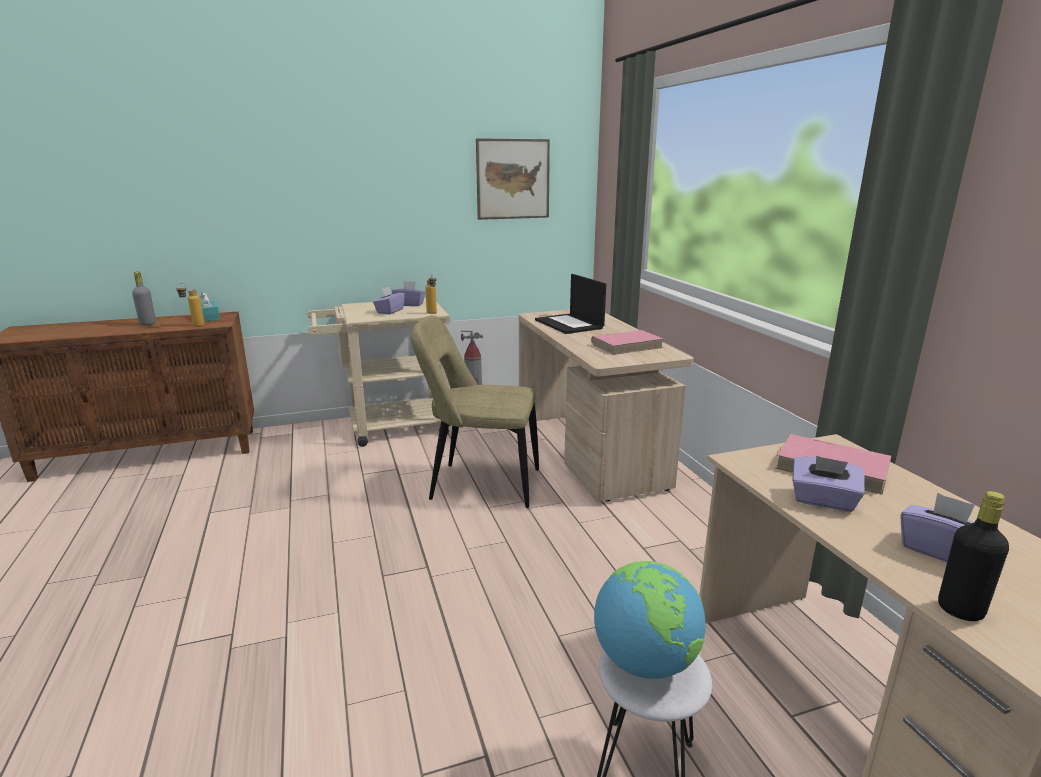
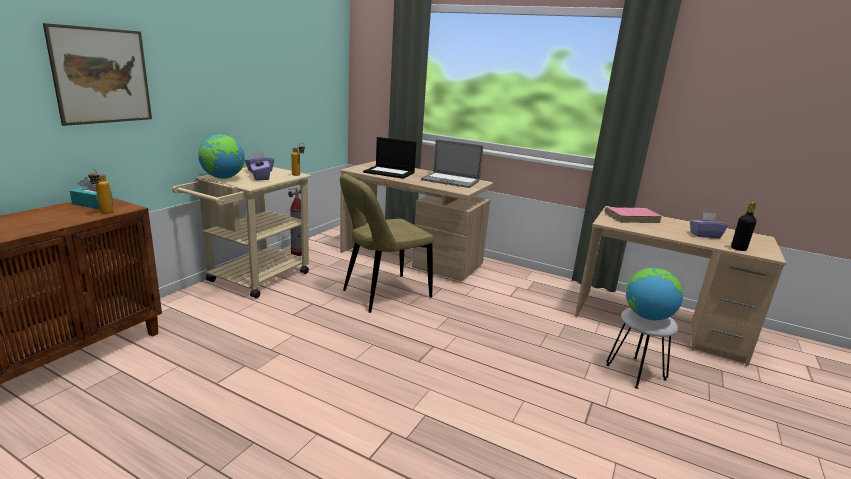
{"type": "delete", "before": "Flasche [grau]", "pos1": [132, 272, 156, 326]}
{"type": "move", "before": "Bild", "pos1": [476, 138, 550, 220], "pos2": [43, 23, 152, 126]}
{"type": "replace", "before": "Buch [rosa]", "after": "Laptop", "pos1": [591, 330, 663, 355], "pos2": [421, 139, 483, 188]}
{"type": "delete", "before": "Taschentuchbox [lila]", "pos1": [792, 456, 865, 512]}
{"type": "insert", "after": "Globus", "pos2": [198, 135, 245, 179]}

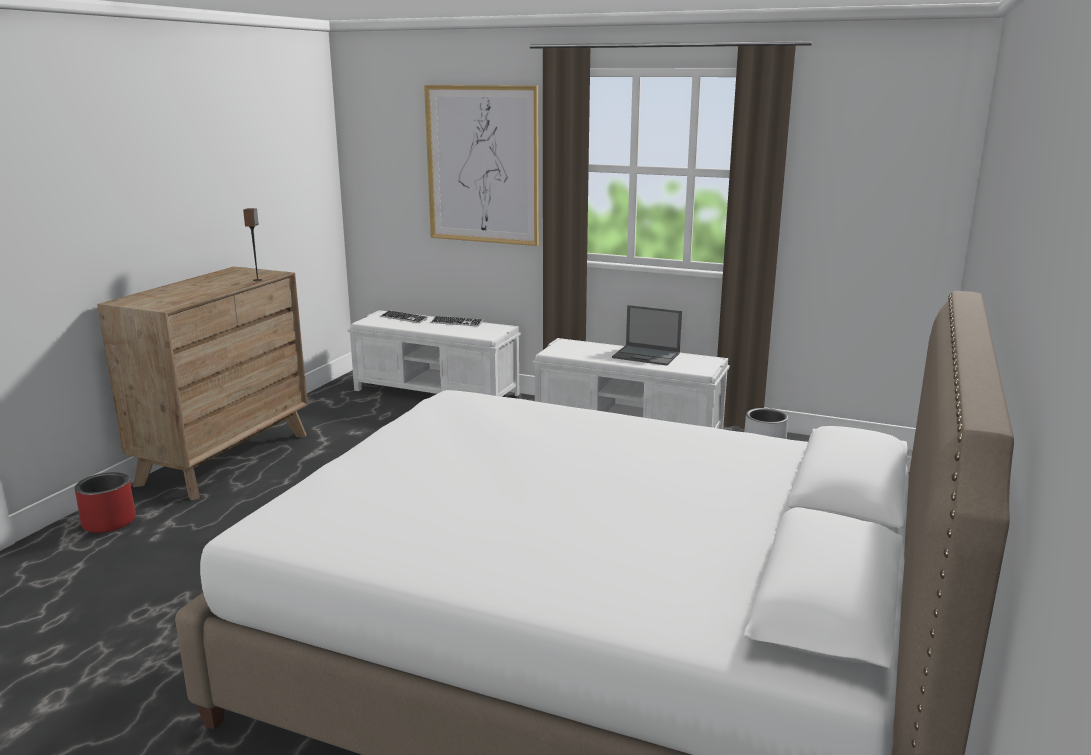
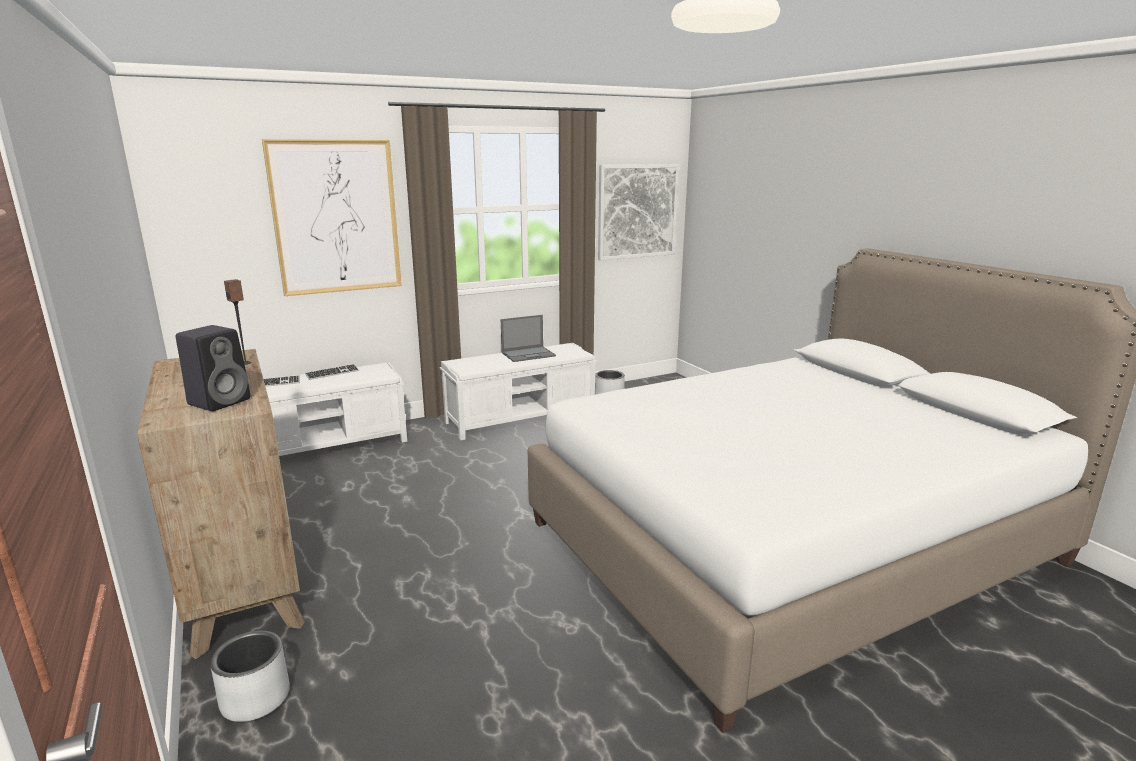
{"type": "recolor", "before": "Pflanzkübel [rot]", "after": "Pflanzkübel [grau]", "pos1": [75, 472, 136, 533], "pos2": [210, 630, 289, 722]}
{"type": "insert", "after": "Lautsprecher [schwarz]", "pos2": [176, 325, 250, 411]}
{"type": "insert", "after": "Bild", "pos2": [598, 164, 679, 261]}

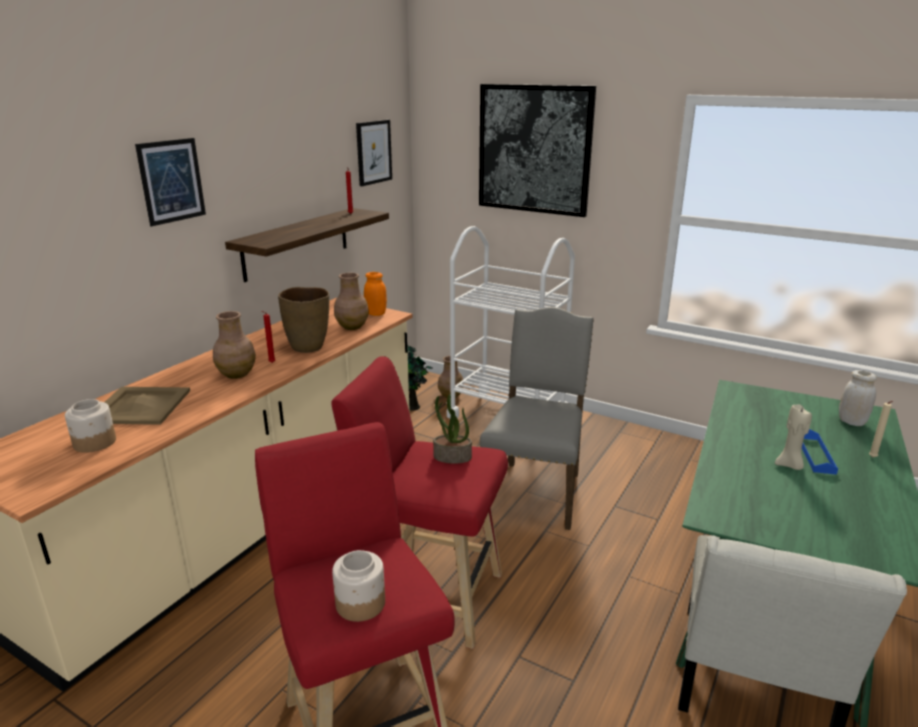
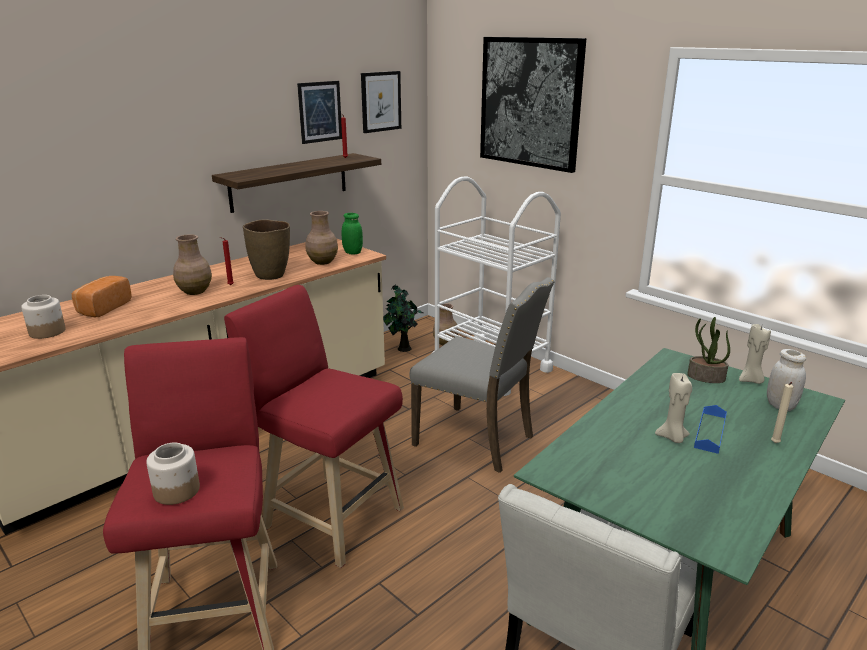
{"type": "replace", "before": "Tablett [beige]", "after": "Brot", "pos1": [105, 387, 190, 425], "pos2": [72, 276, 132, 317]}
{"type": "move", "before": "Bild", "pos1": [135, 138, 206, 226], "pos2": [297, 81, 342, 144]}
{"type": "recolor", "before": "Vorratsglas [orange]", "after": "Vorratsglas [grün]", "pos1": [364, 272, 387, 316], "pos2": [342, 213, 363, 255]}
{"type": "move", "before": "Topfpflanze", "pos1": [433, 394, 472, 464], "pos2": [687, 317, 730, 383]}
{"type": "rotate", "before": "Stuhl [grau]", "pos1": [480, 307, 594, 530], "pos2": [409, 277, 555, 473], "turn": 90}
{"type": "insert", "after": "Kerze [beige]", "pos2": [739, 324, 771, 384]}

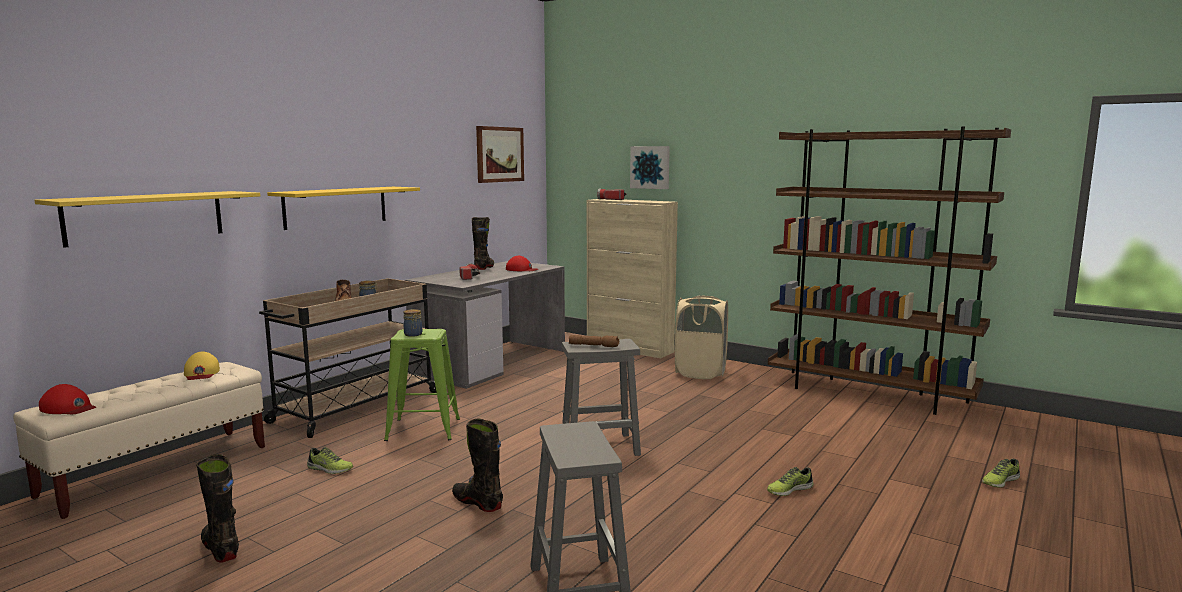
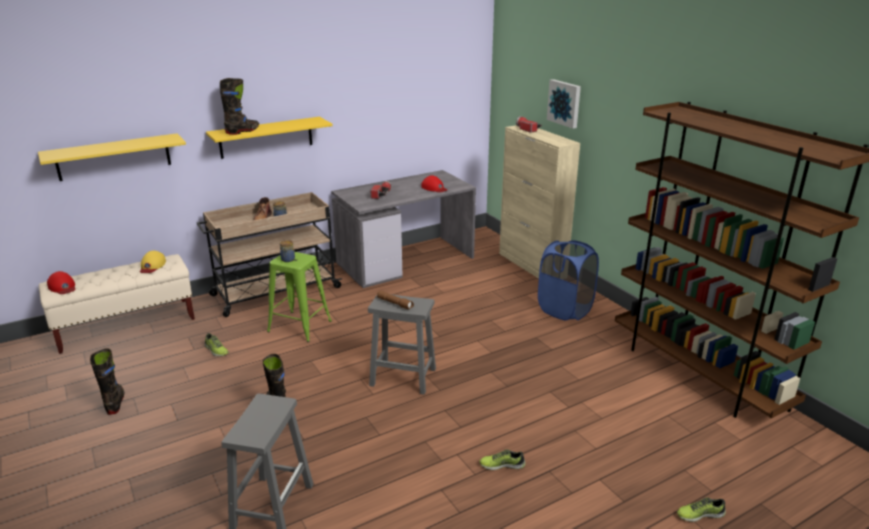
{"type": "move", "before": "Stiefel [schwarz]", "pos1": [472, 217, 494, 270], "pos2": [220, 78, 259, 135]}
{"type": "delete", "before": "Bild", "pos1": [476, 126, 524, 183]}
{"type": "recolor", "before": "Wäschekorb [beige]", "after": "Wäschekorb [blau]", "pos1": [675, 296, 728, 379], "pos2": [538, 240, 599, 321]}

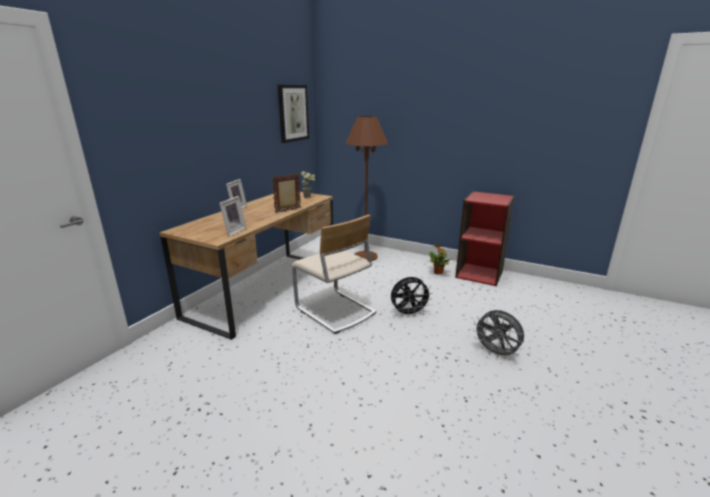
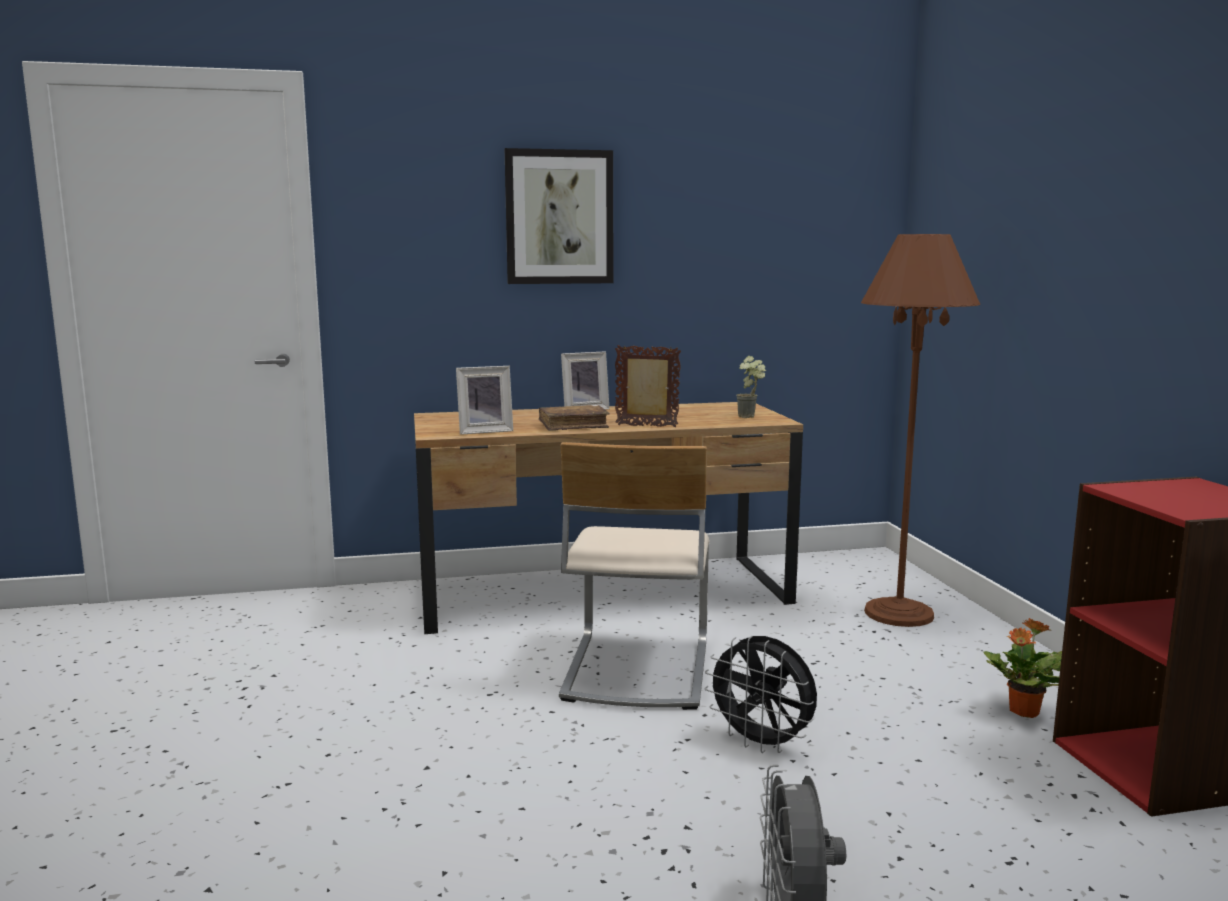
{"type": "move", "before": "Bild", "pos1": [278, 85, 309, 143], "pos2": [505, 148, 613, 284]}
{"type": "insert", "after": "Buch [braun]", "pos2": [539, 405, 610, 431]}

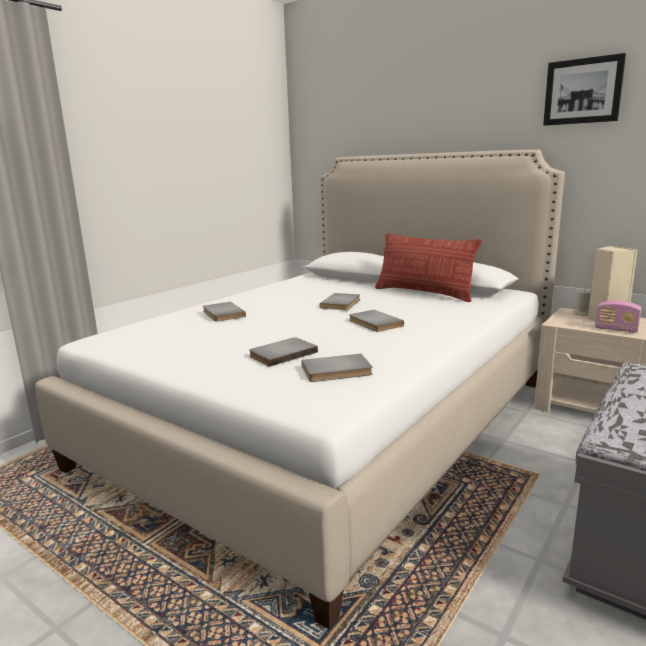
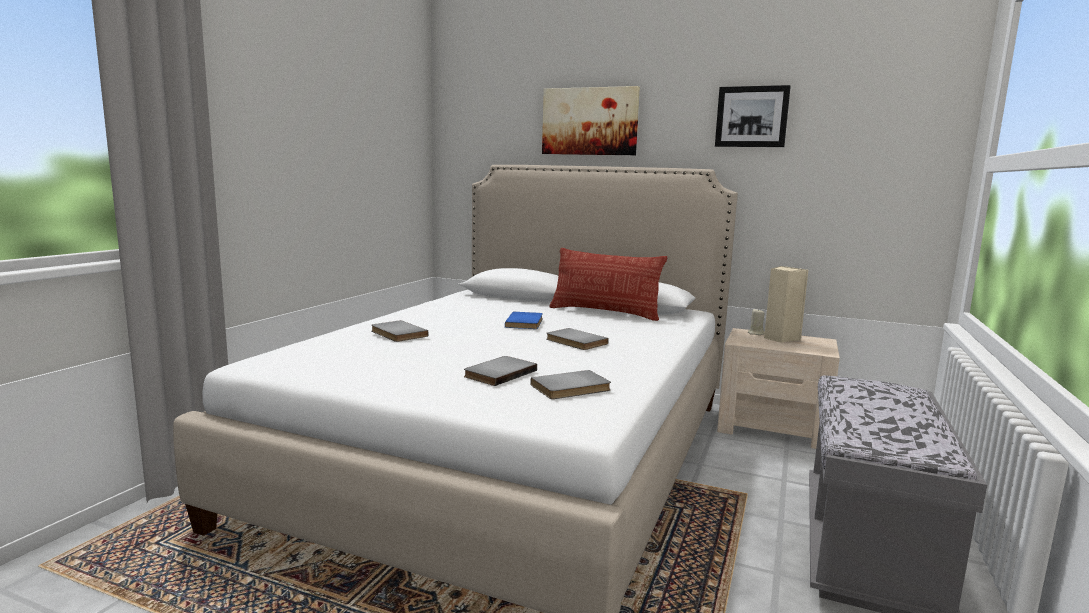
{"type": "recolor", "before": "Buch [grau]", "after": "Buch [blau]", "pos1": [320, 293, 360, 310], "pos2": [505, 312, 543, 329]}
{"type": "delete", "before": "Radio", "pos1": [595, 300, 641, 333]}
{"type": "insert", "after": "Bild", "pos2": [542, 86, 640, 155]}

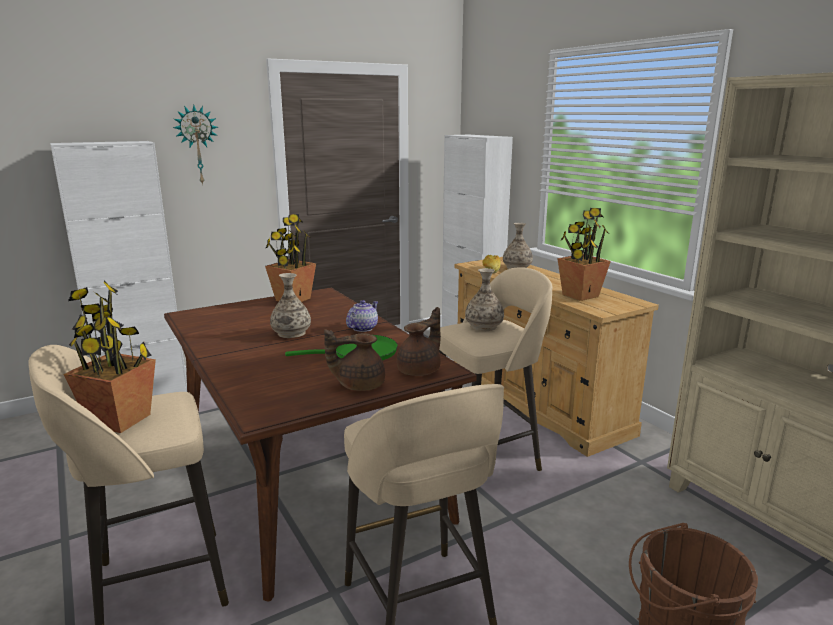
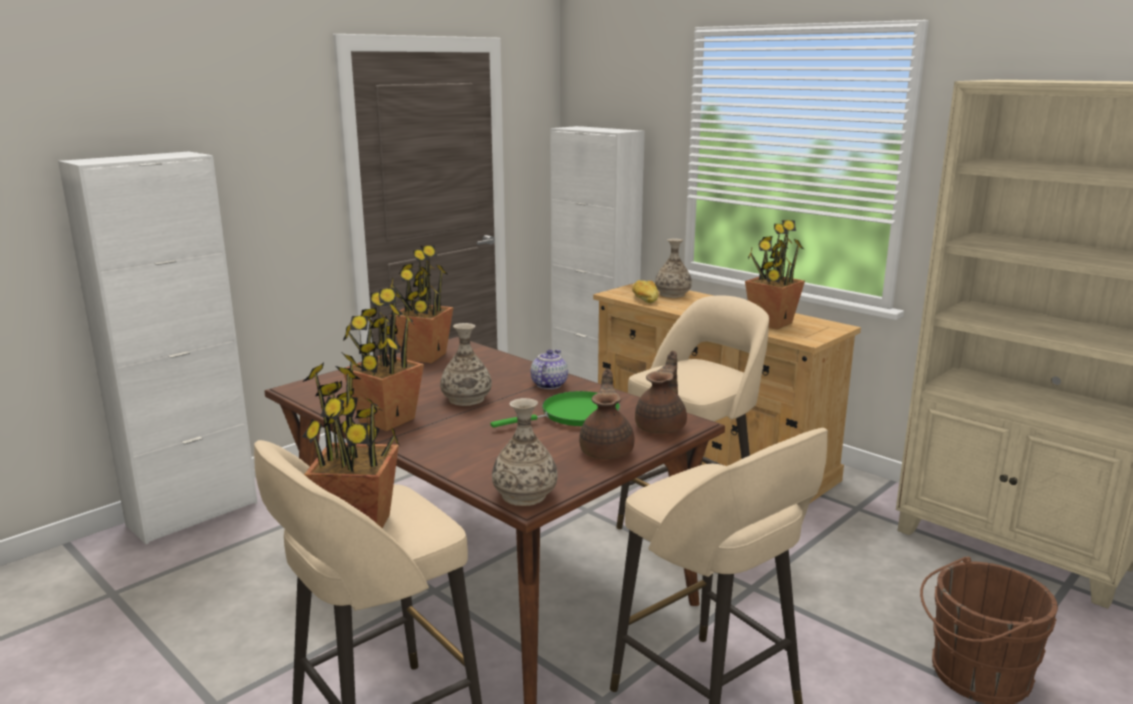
{"type": "delete", "before": "Wanduhr", "pos1": [173, 105, 218, 185]}
{"type": "rotate", "before": "Teekanne [braun]", "pos1": [324, 329, 385, 390], "pos2": [579, 369, 634, 459], "turn": 120}
{"type": "move", "before": "Vase", "pos1": [465, 268, 504, 331], "pos2": [492, 398, 558, 506]}
{"type": "insert", "after": "Topfpflanze", "pos2": [342, 286, 424, 431]}

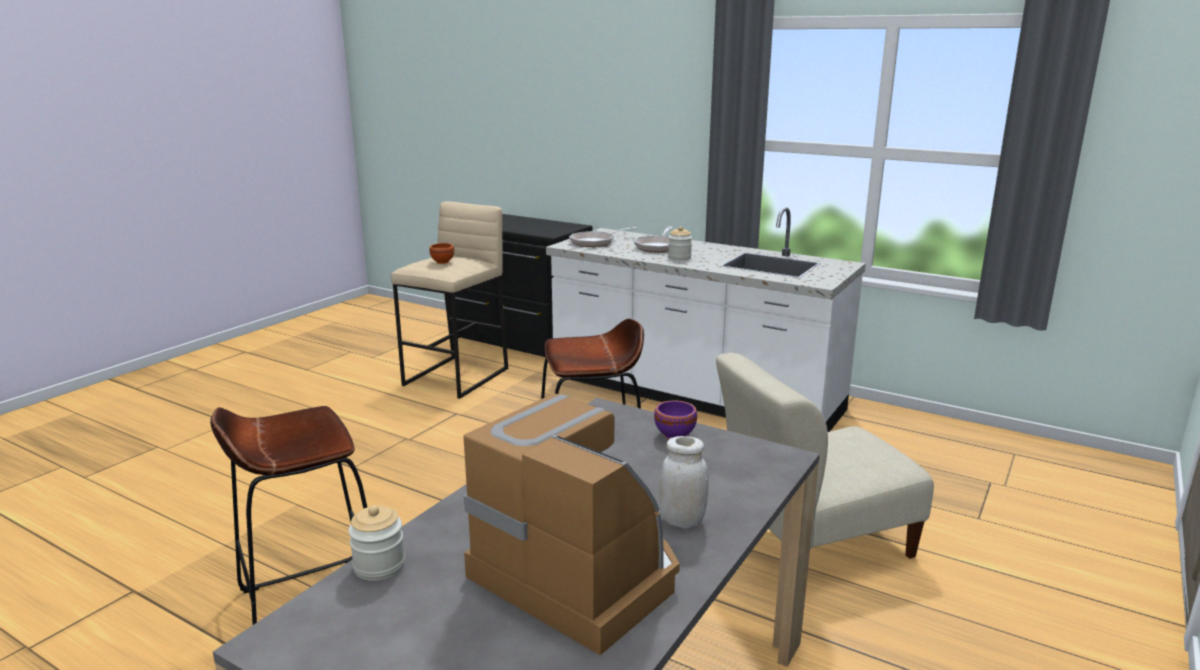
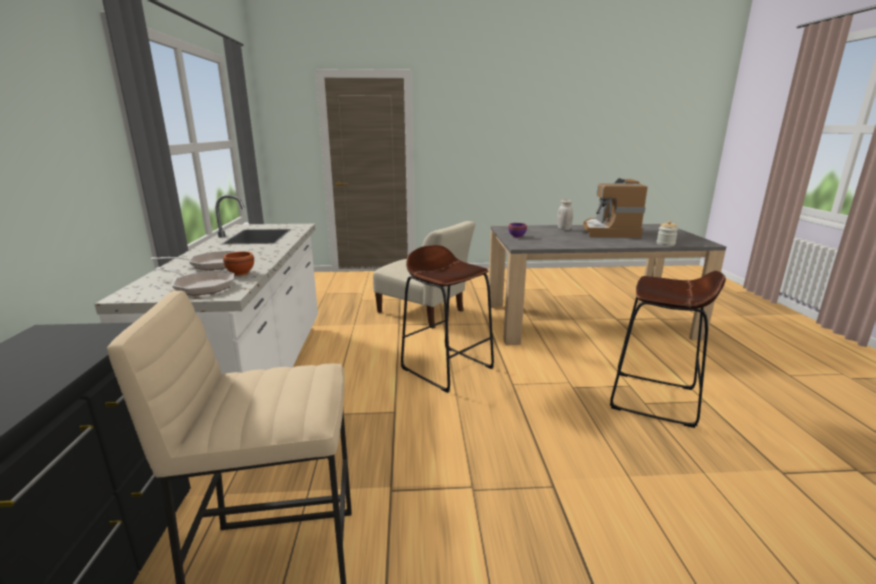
{"type": "move", "before": "Schüssel [braun]", "pos1": [429, 243, 454, 264], "pos2": [223, 251, 254, 276]}
{"type": "delete", "before": "Vorratsglas", "pos1": [668, 226, 692, 260]}

